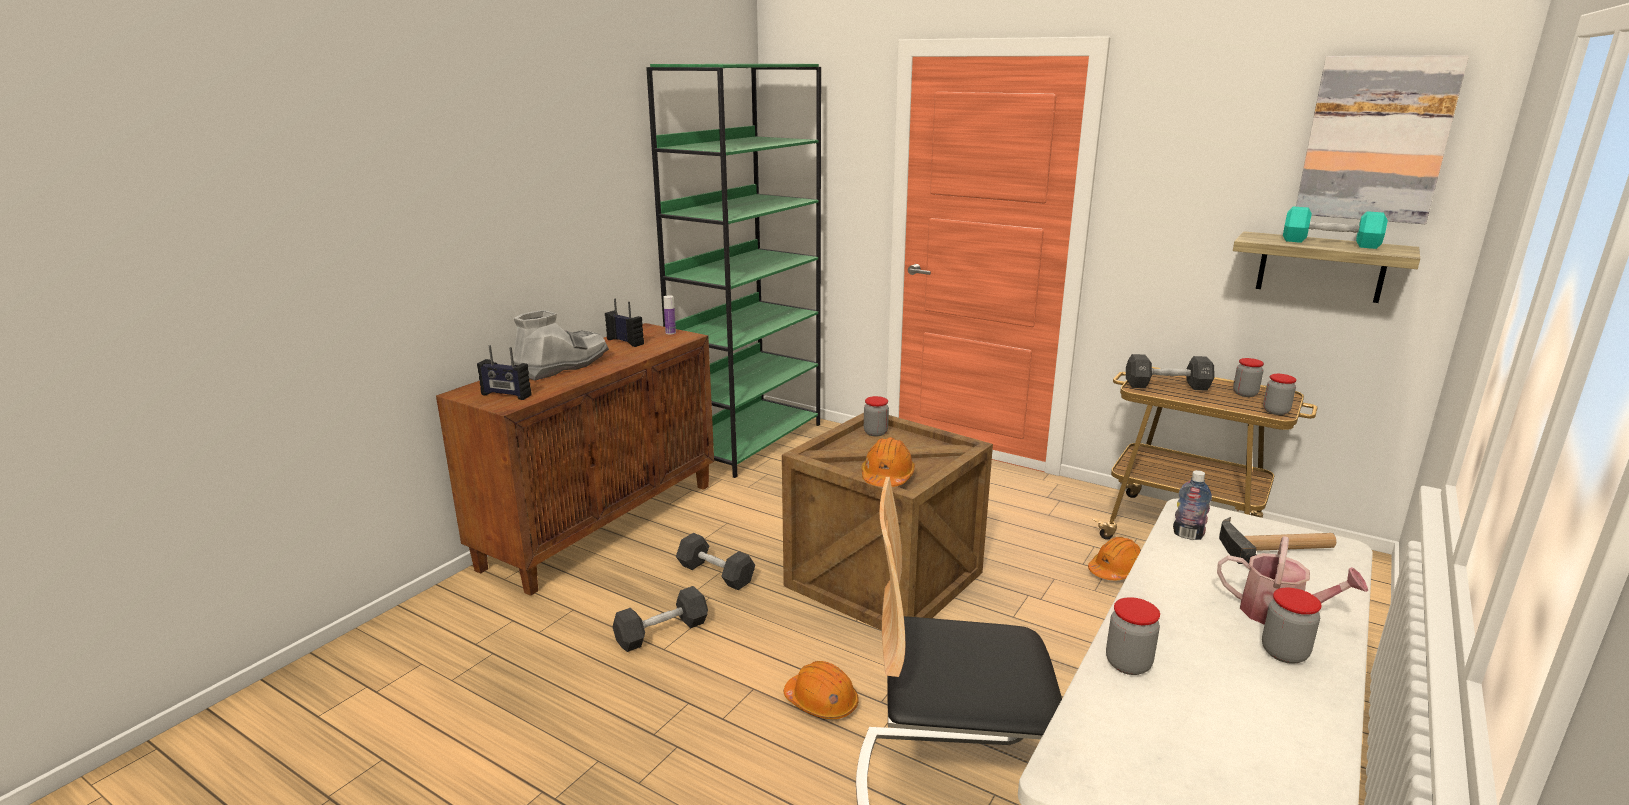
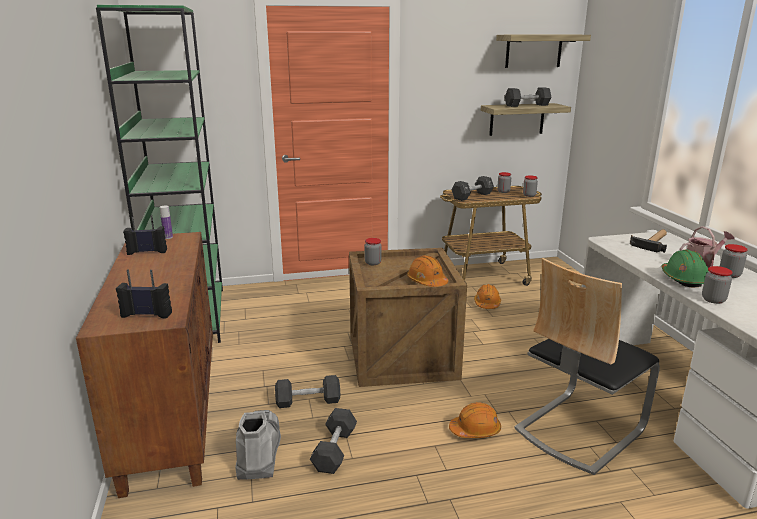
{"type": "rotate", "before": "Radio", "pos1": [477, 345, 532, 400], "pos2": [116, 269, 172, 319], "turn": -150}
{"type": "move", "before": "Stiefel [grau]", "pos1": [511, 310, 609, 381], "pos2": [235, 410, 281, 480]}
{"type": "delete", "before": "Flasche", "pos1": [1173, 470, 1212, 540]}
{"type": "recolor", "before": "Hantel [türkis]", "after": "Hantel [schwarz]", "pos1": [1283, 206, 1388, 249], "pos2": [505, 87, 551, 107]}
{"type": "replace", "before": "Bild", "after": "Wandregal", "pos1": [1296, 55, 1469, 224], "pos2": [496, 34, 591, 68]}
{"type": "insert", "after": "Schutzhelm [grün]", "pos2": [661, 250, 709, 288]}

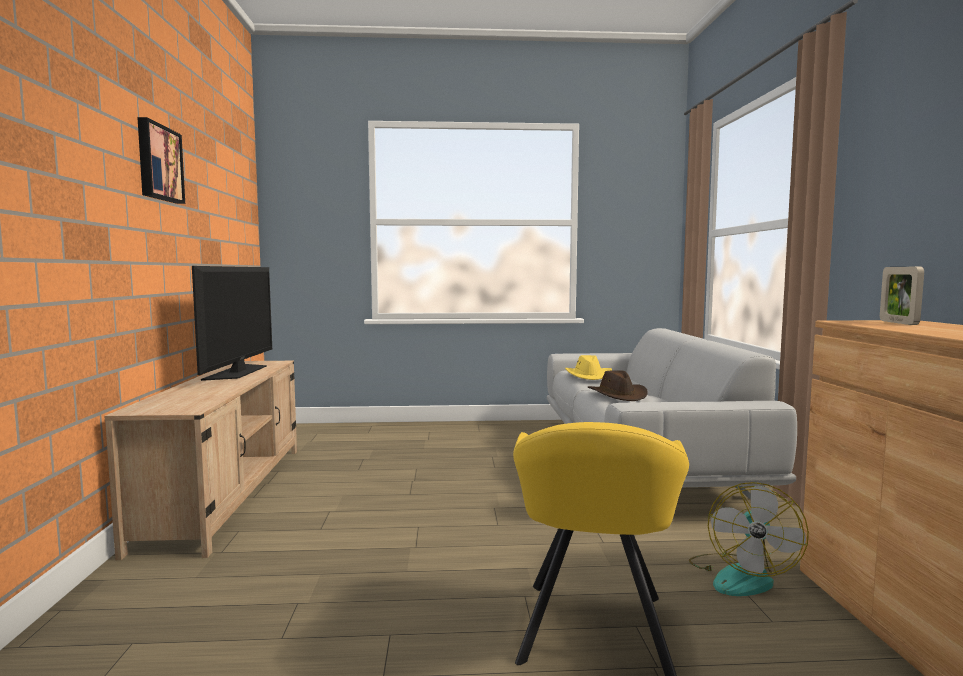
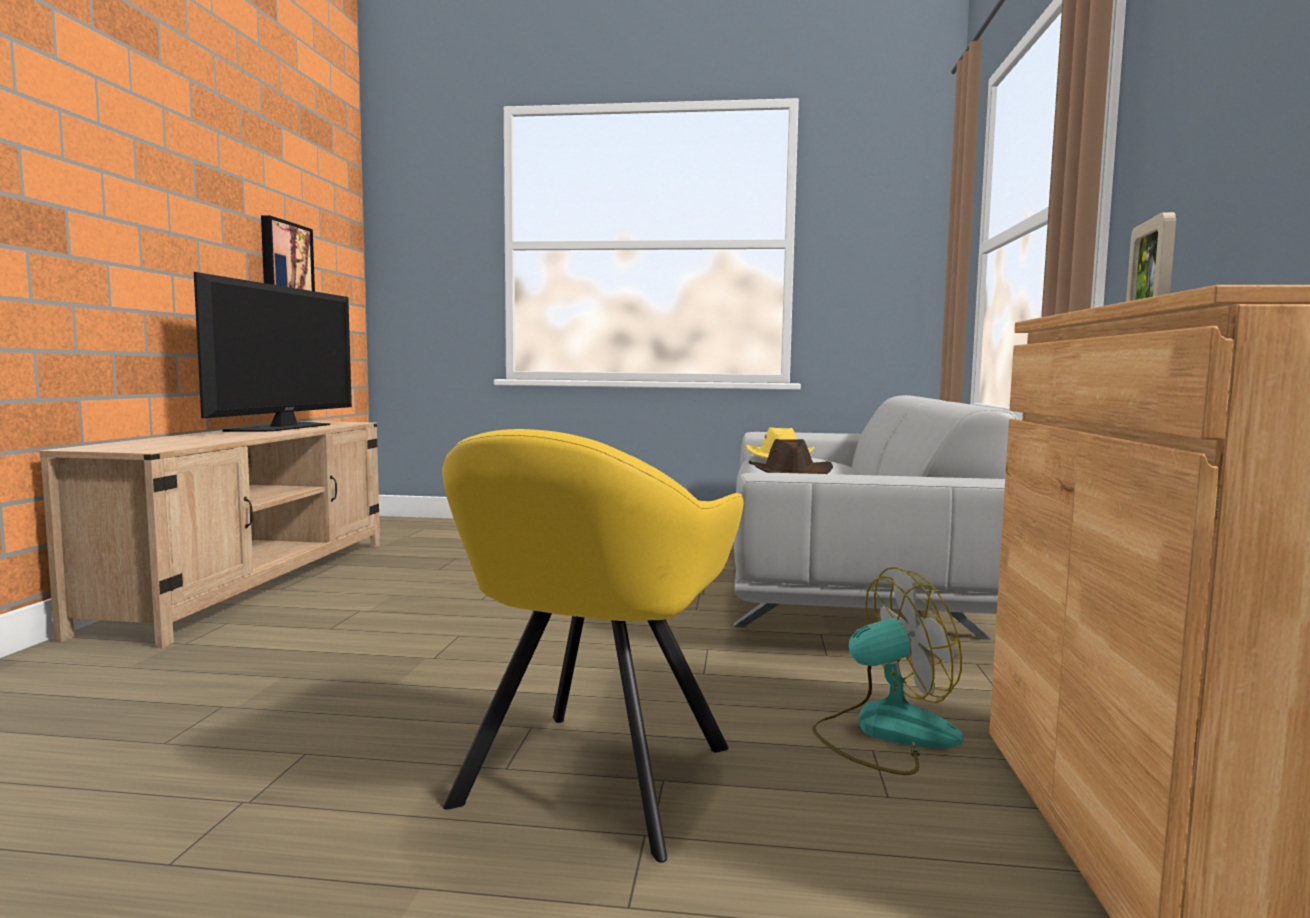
{"type": "move", "before": "Bild", "pos1": [137, 117, 185, 204], "pos2": [261, 215, 315, 291]}
{"type": "rotate", "before": "Ventilator", "pos1": [689, 482, 809, 596], "pos2": [812, 567, 963, 775], "turn": -135}

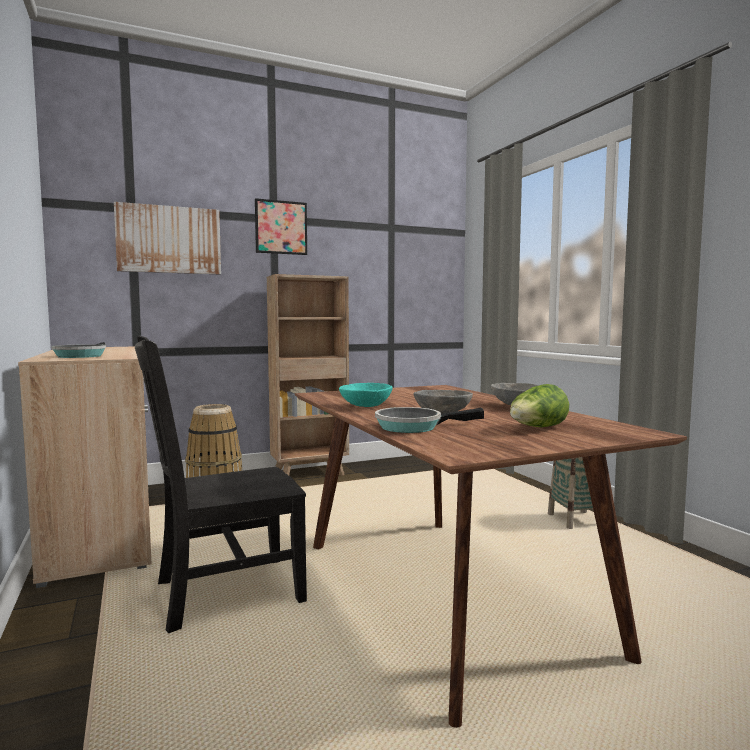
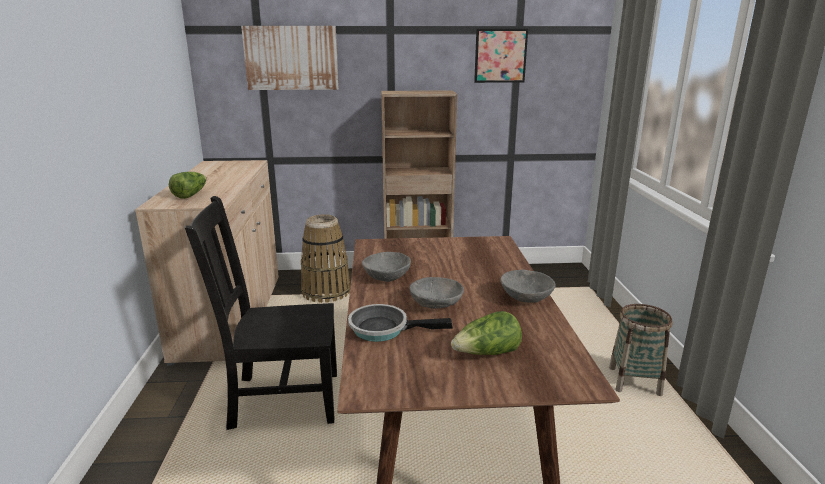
{"type": "replace", "before": "Pfanne", "after": "Salatkopf", "pos1": [51, 342, 106, 358], "pos2": [169, 172, 207, 199]}
{"type": "move", "before": "Bild", "pos1": [255, 198, 307, 255], "pos2": [474, 29, 528, 83]}
{"type": "recolor", "before": "Schüssel [türkis]", "after": "Schüssel [grau]", "pos1": [339, 383, 393, 407], "pos2": [362, 252, 411, 282]}

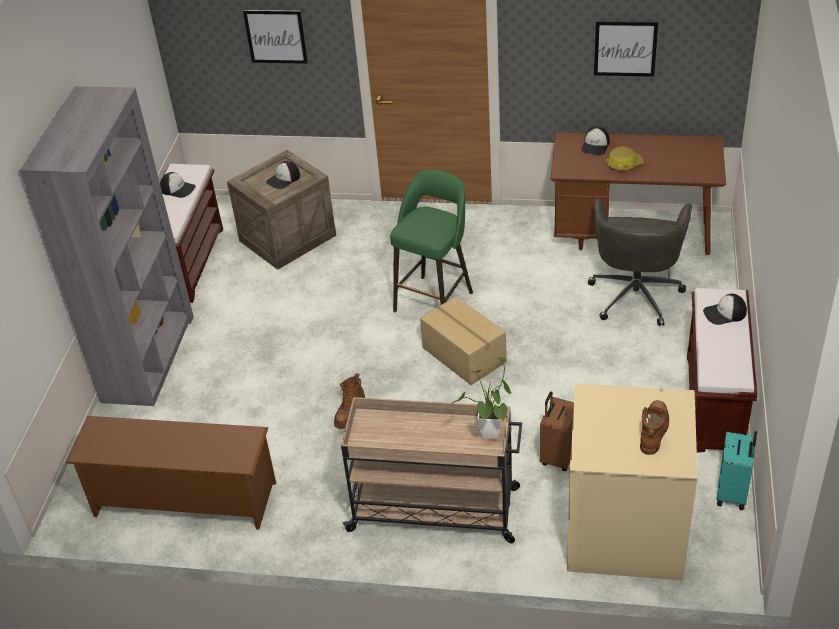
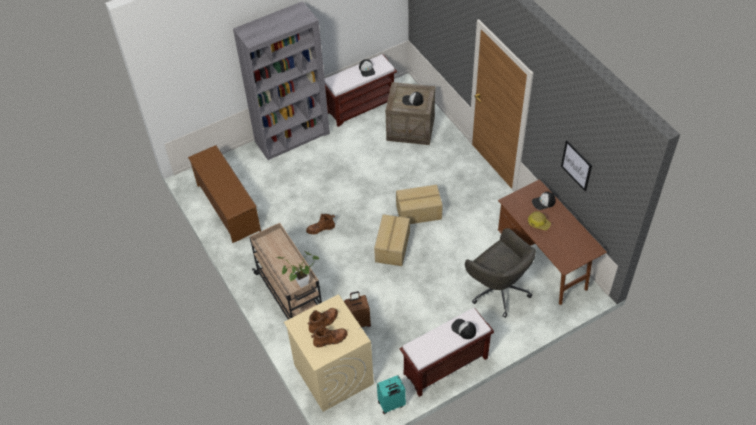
{"type": "delete", "before": "Bild", "pos1": [243, 10, 308, 64]}
{"type": "replace", "before": "Hocker [grün]", "after": "Karton", "pos1": [390, 170, 473, 312], "pos2": [396, 185, 443, 224]}
{"type": "rotate", "before": "Bürostuhl [grau]", "pos1": [588, 198, 692, 326], "pos2": [465, 228, 536, 318], "turn": -105}
{"type": "insert", "after": "Stiefel [braun]", "pos2": [307, 308, 338, 333]}

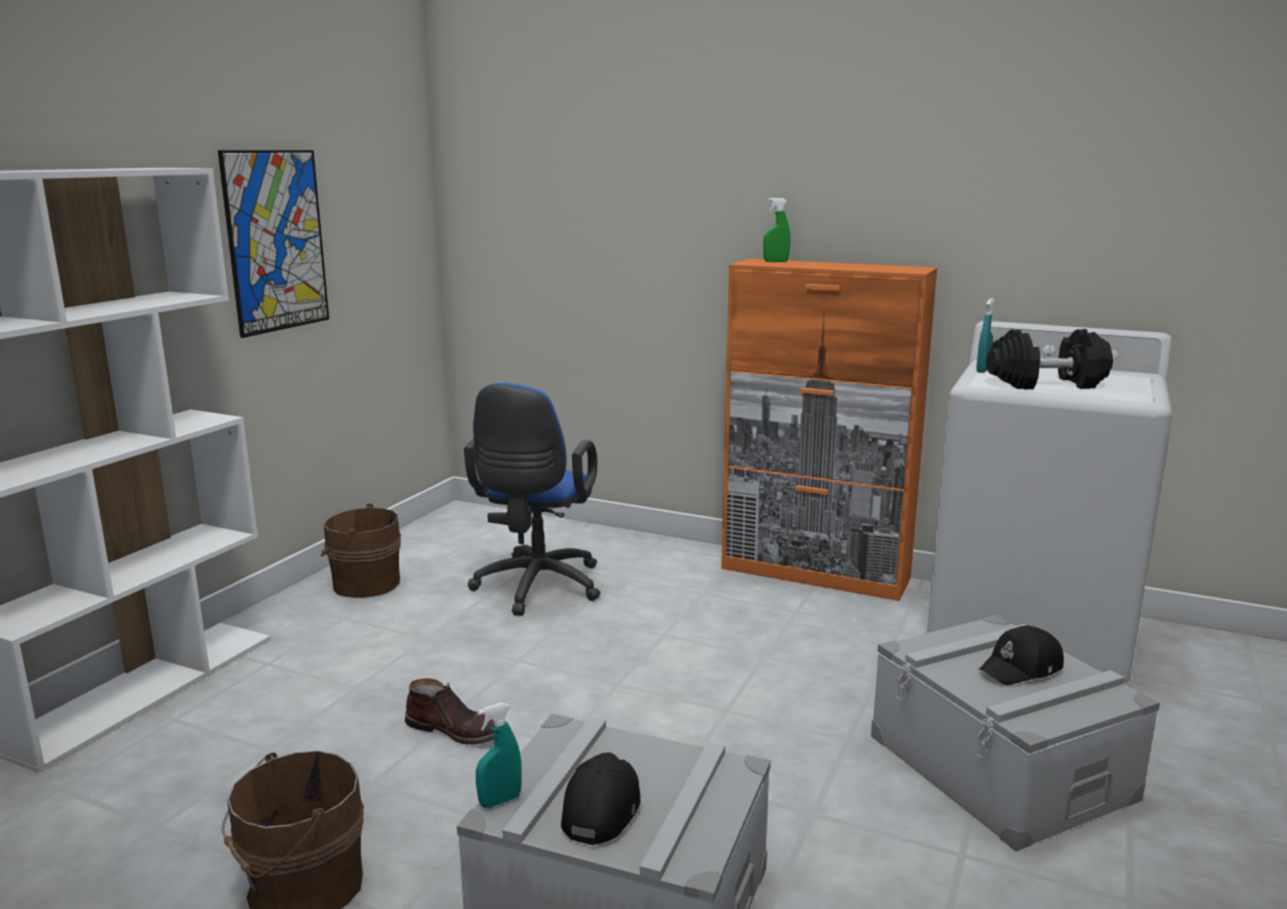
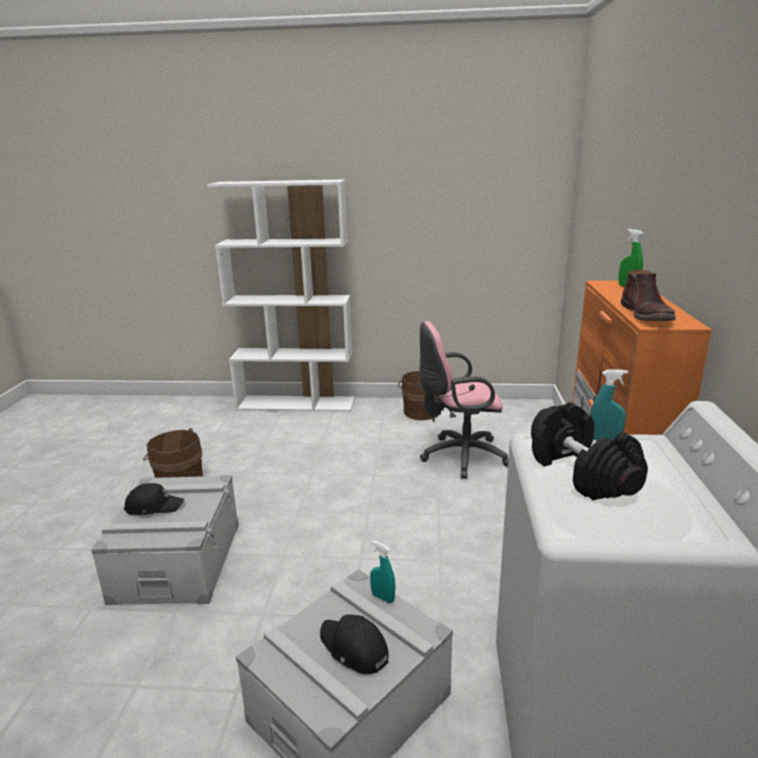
{"type": "delete", "before": "Bild", "pos1": [218, 150, 329, 338]}
{"type": "move", "before": "Stiefel [braun]", "pos1": [405, 678, 494, 745], "pos2": [621, 269, 676, 321]}
{"type": "recolor", "before": "Bürostuhl [blau]", "after": "Bürostuhl [rosa]", "pos1": [464, 382, 601, 616], "pos2": [419, 321, 509, 479]}
{"type": "move", "before": "Sprühflasche [türkis]", "pos1": [476, 702, 522, 808], "pos2": [370, 540, 395, 603]}

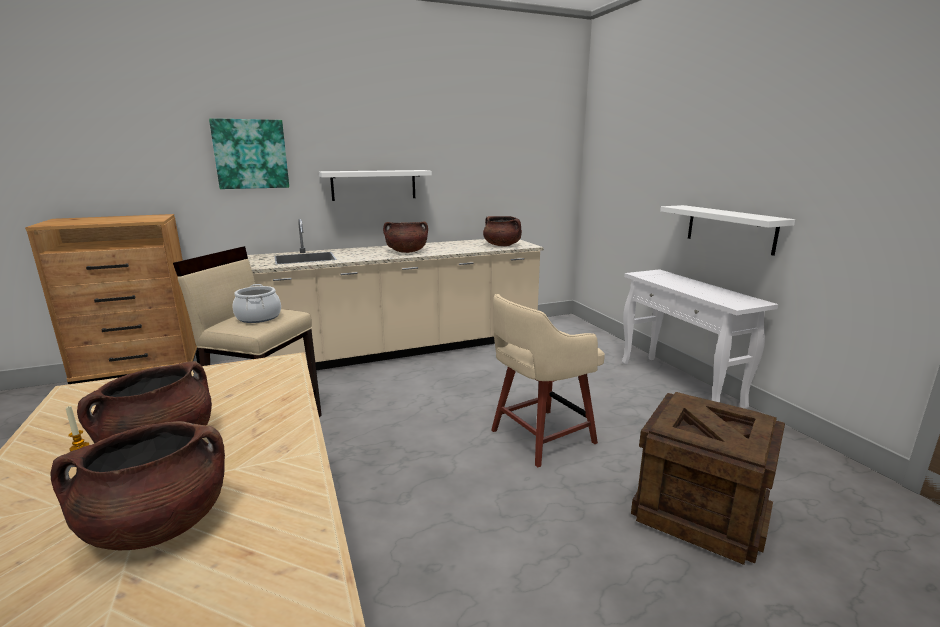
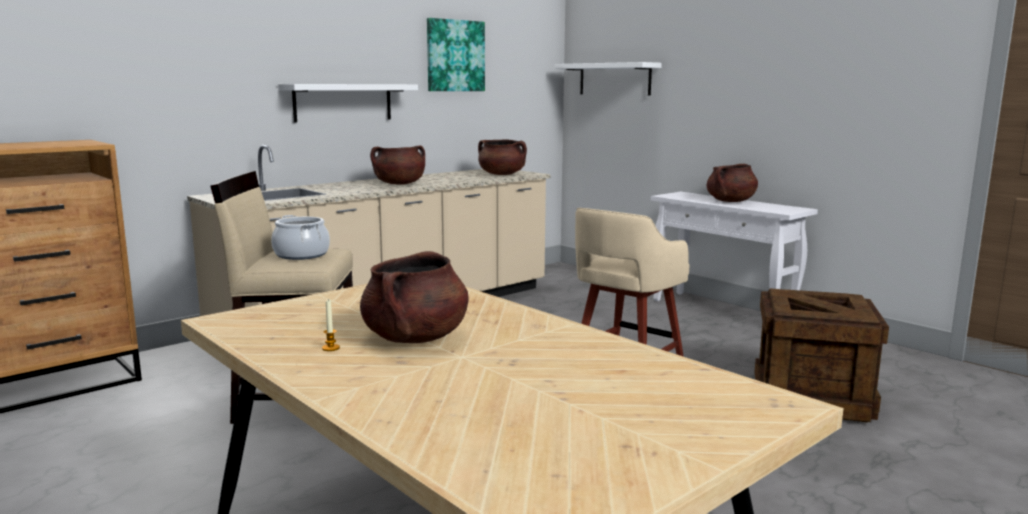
{"type": "move", "before": "Kochtopf [braun]", "pos1": [50, 421, 225, 550], "pos2": [707, 164, 758, 202]}
{"type": "move", "before": "Bild", "pos1": [209, 118, 289, 189], "pos2": [427, 18, 485, 91]}
{"type": "move", "before": "Wandregal [weiß]", "pos1": [660, 205, 795, 256], "pos2": [555, 62, 662, 96]}

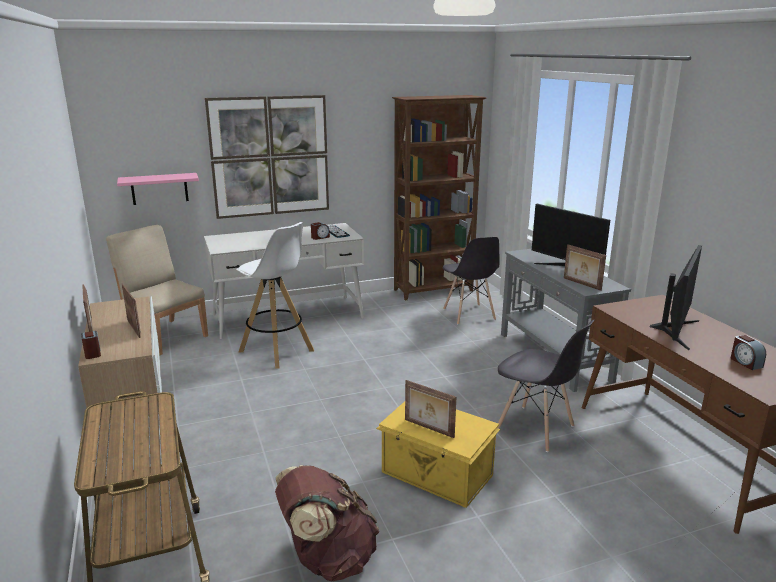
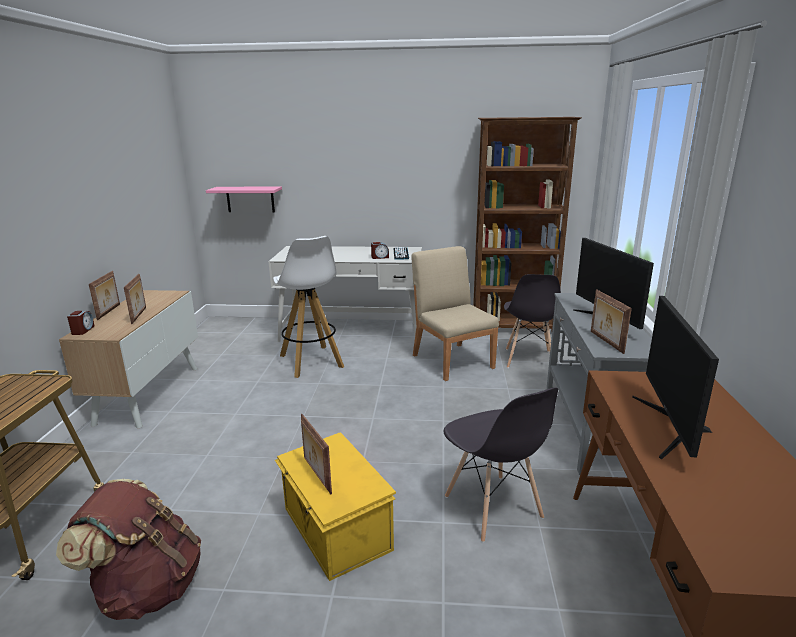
{"type": "move", "before": "Stuhl [beige]", "pos1": [106, 225, 208, 355], "pos2": [411, 246, 499, 381]}
{"type": "delete", "before": "Bild", "pos1": [205, 95, 329, 219]}
{"type": "rotate", "before": "Monitor", "pos1": [649, 245, 702, 350], "pos2": [632, 296, 719, 460], "turn": 135}
{"type": "delete", "before": "Wecker", "pos1": [731, 335, 766, 370]}

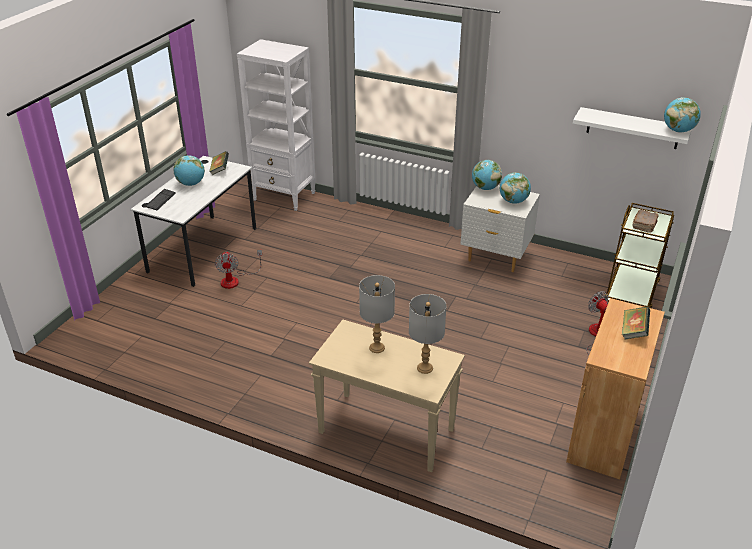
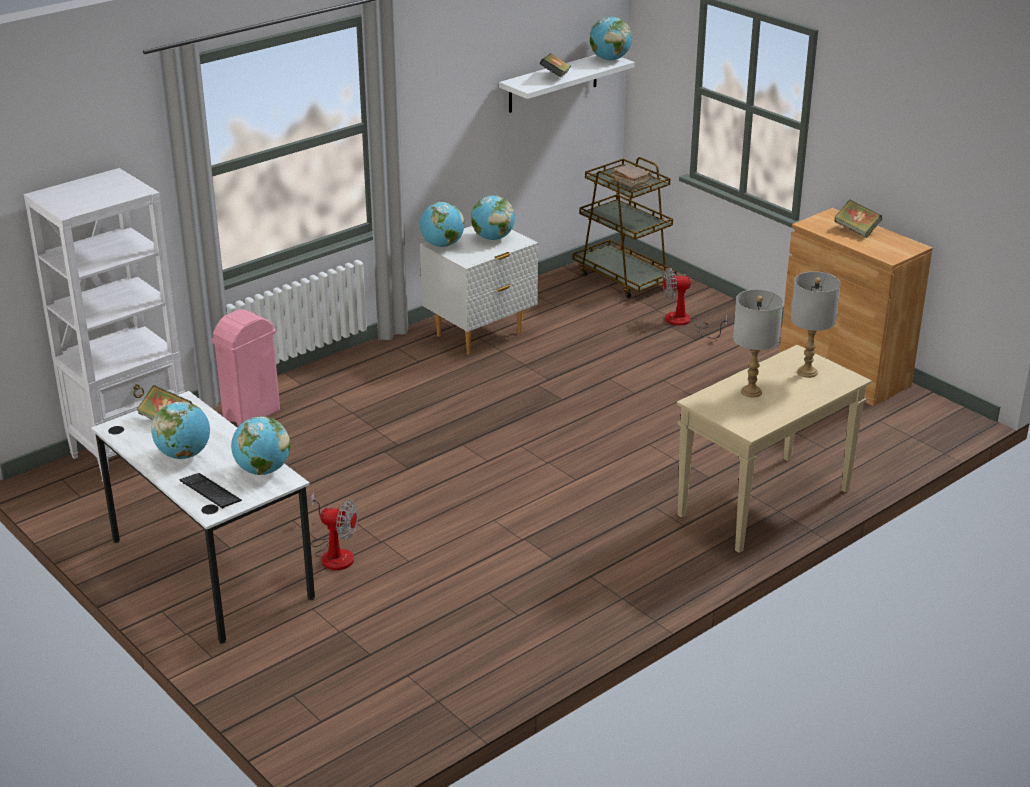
{"type": "insert", "after": "Mülleimer [rosa]", "pos2": [211, 309, 280, 427]}
{"type": "insert", "after": "Globus", "pos2": [231, 416, 291, 475]}
{"type": "insert", "after": "Buch", "pos2": [540, 54, 571, 77]}

